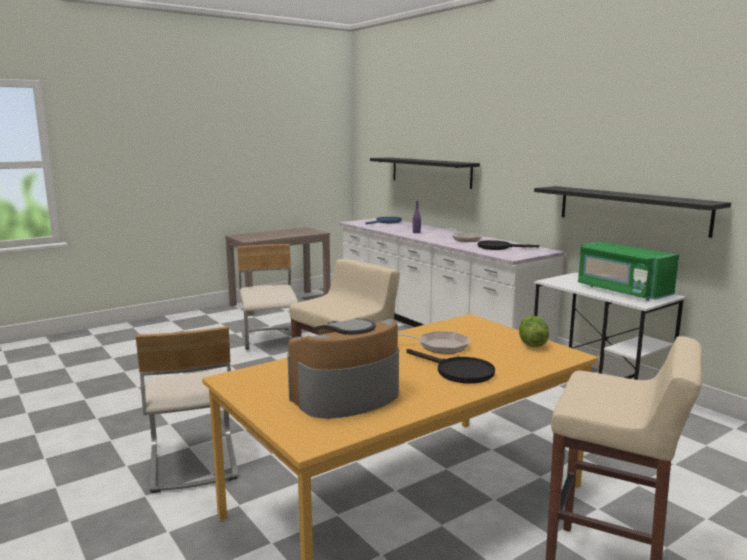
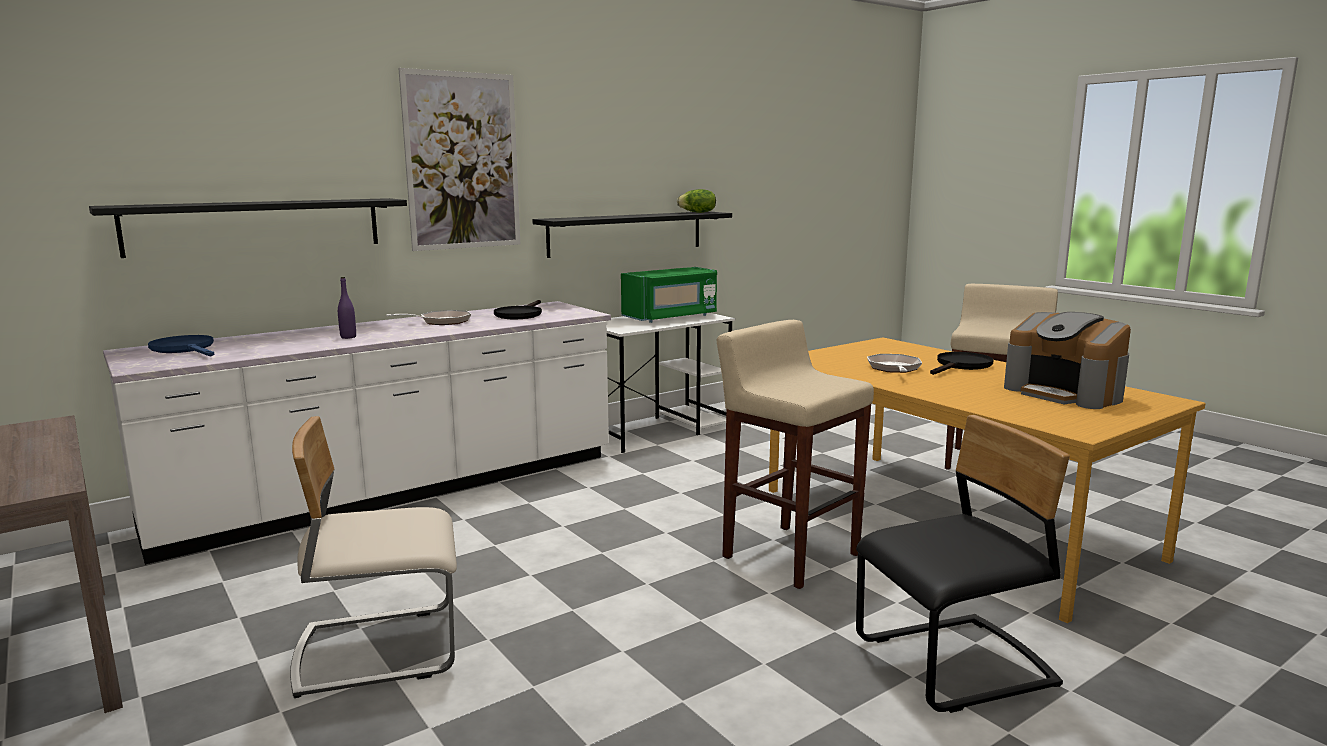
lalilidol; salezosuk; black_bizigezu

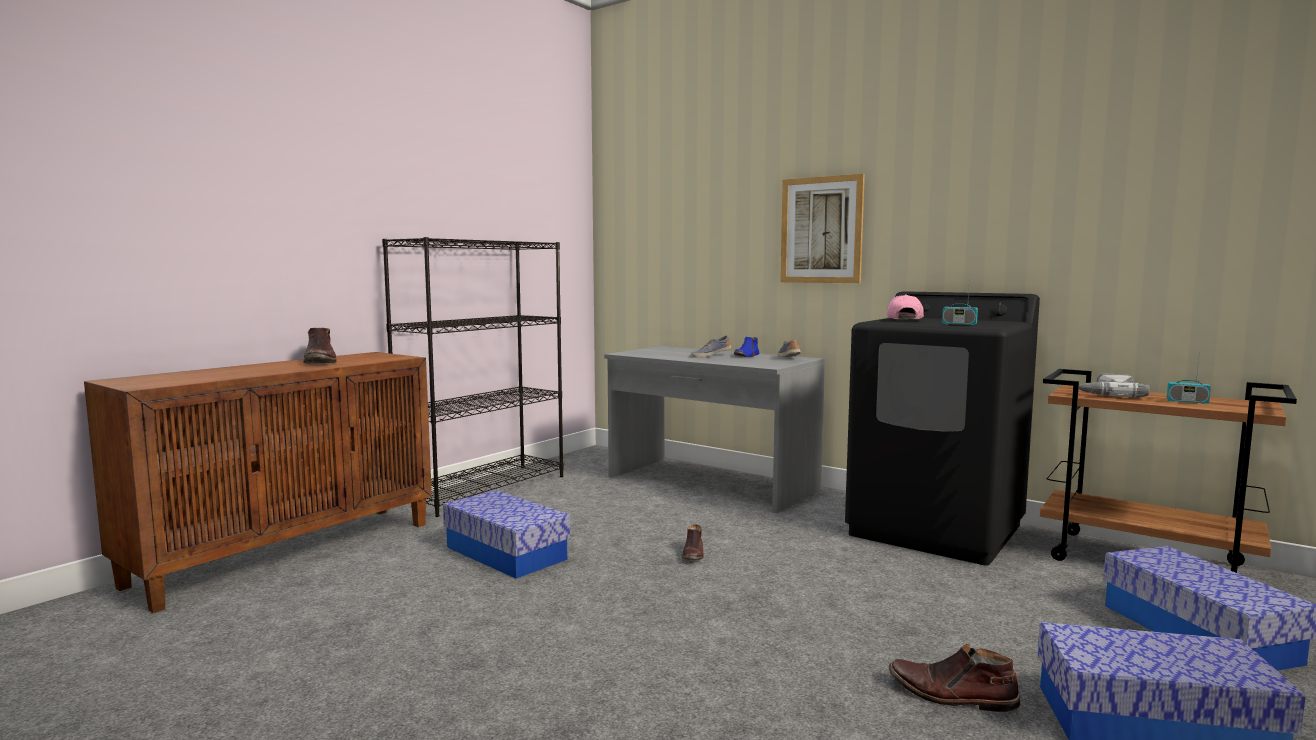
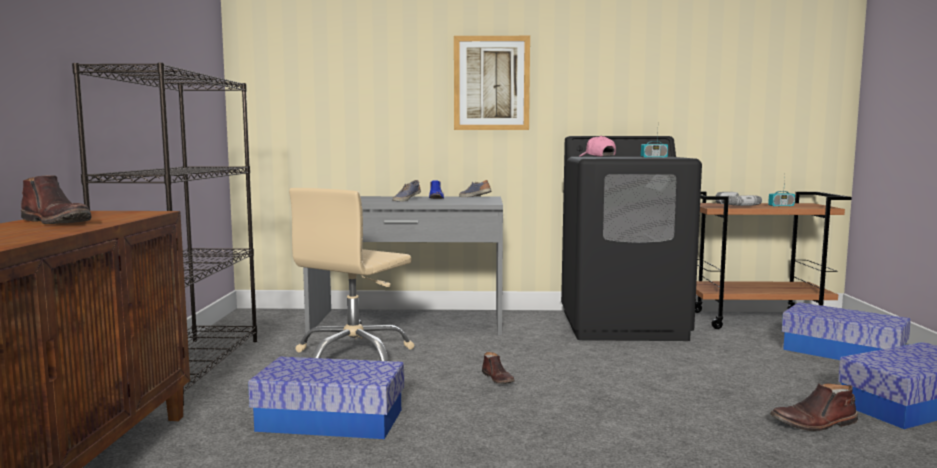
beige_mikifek

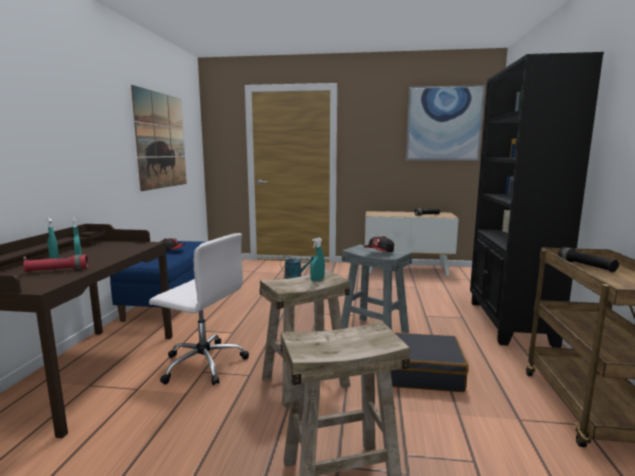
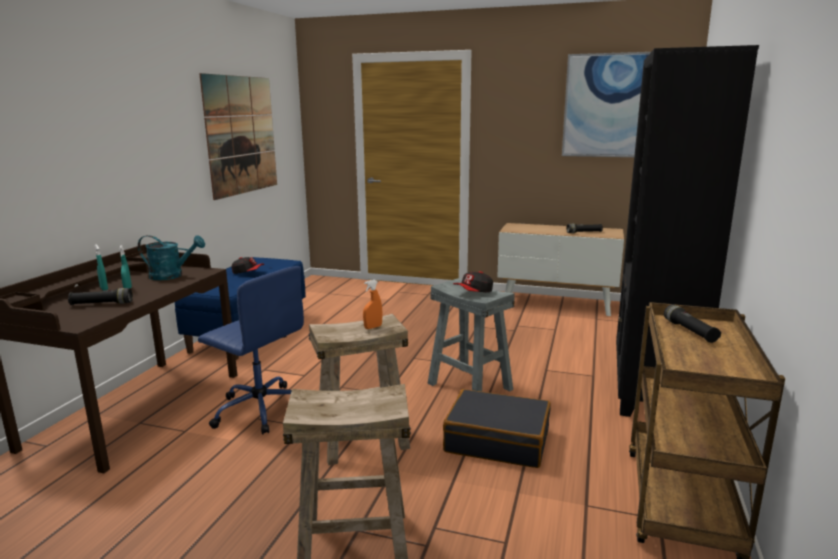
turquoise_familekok; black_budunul (no. 1 from left); blue_mikifek; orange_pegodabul

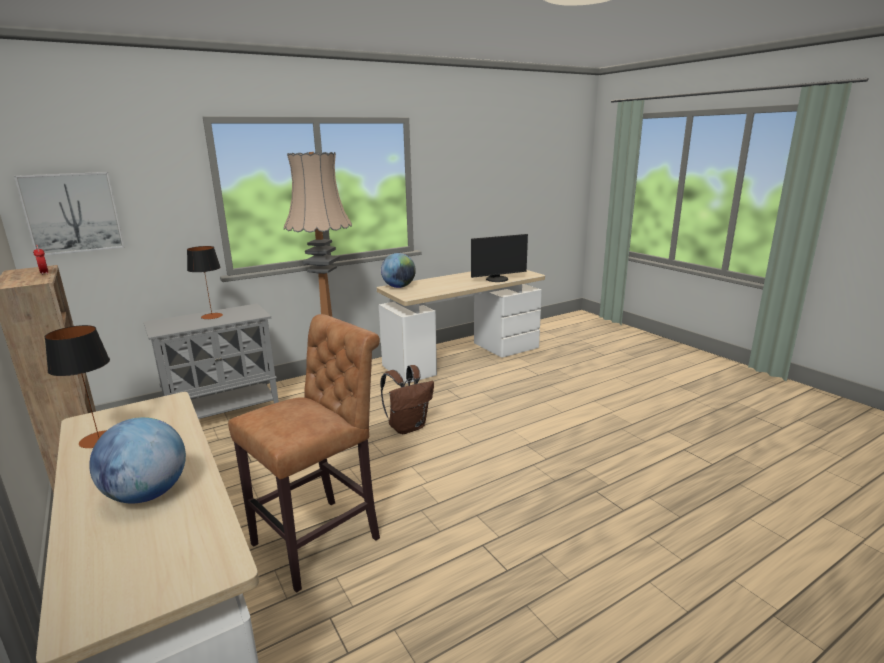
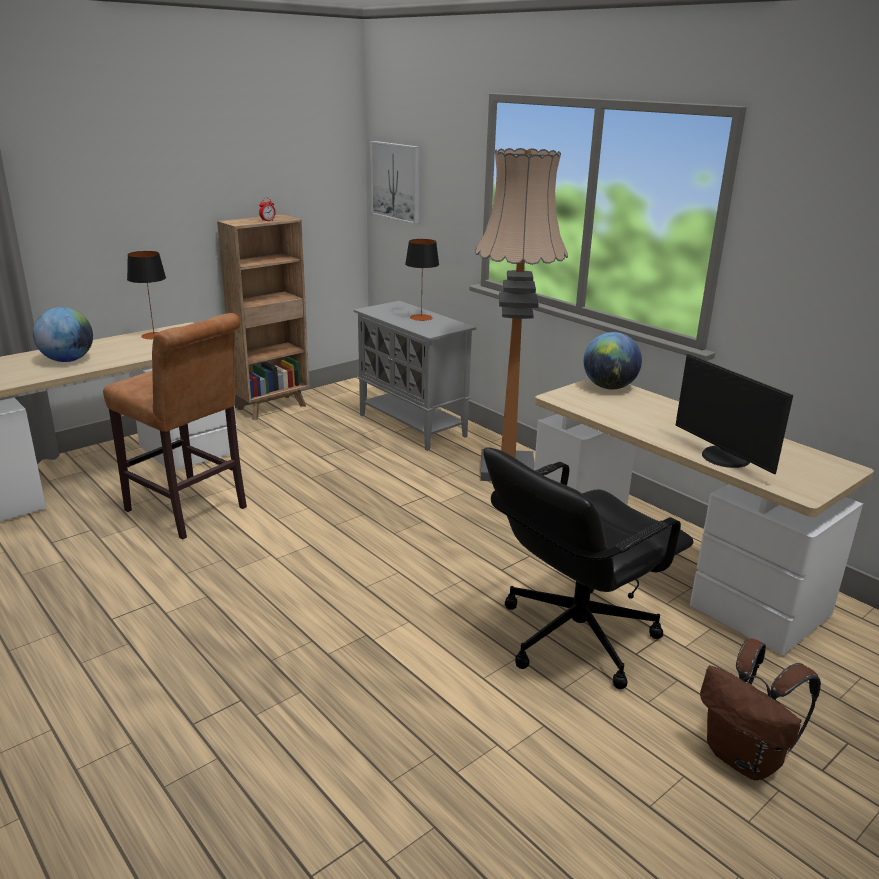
black_mikifek; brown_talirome

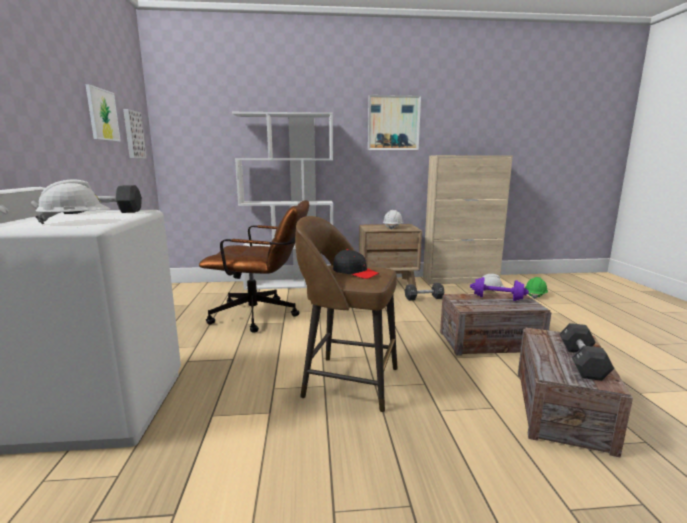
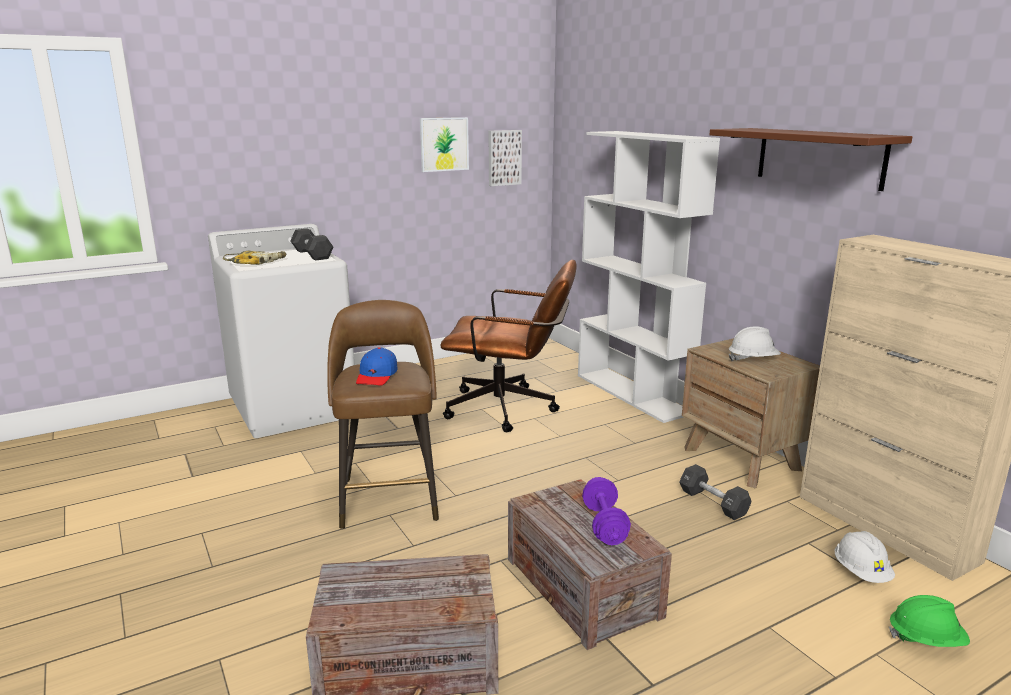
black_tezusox (no. 3 from left in the first image); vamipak; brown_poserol; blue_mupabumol; brown_mikifek

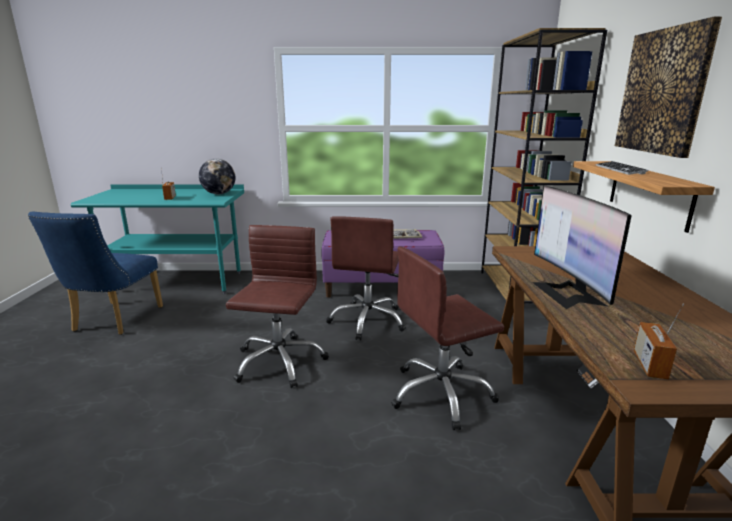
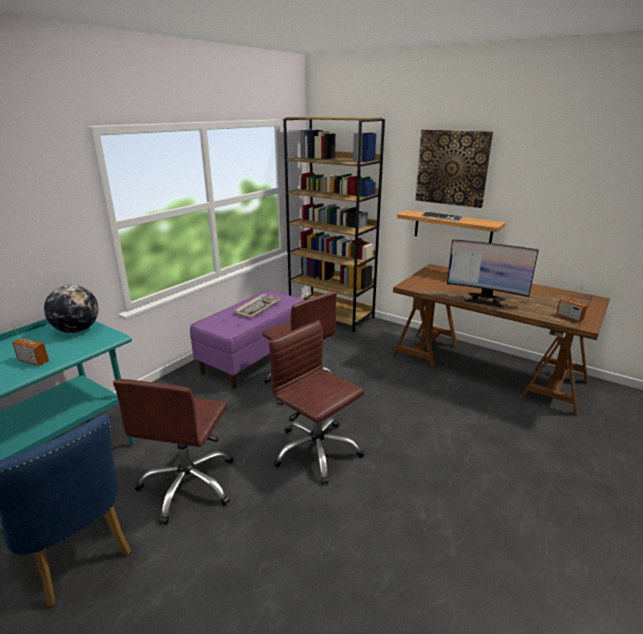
brown_mikifek (no. 1 from left)

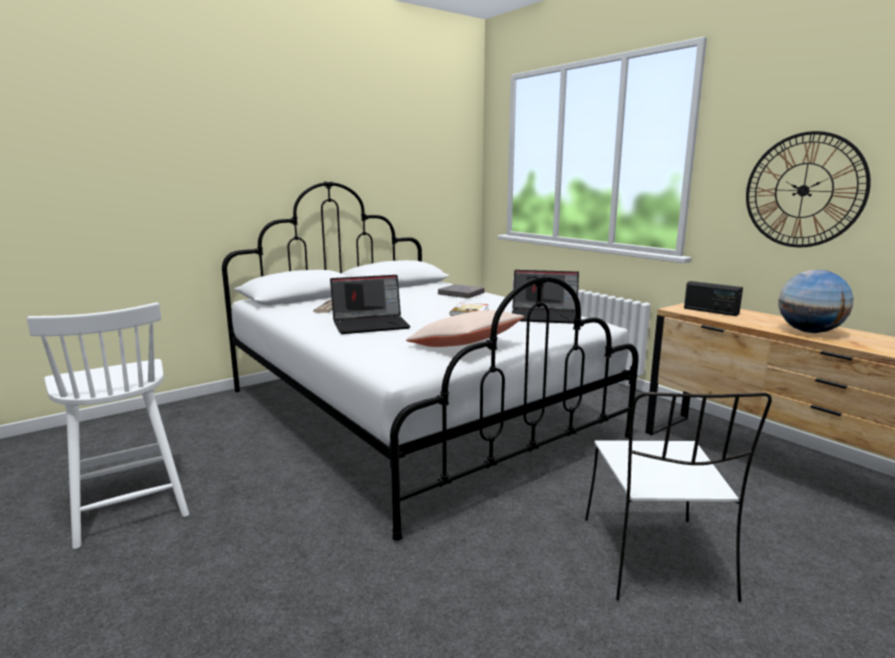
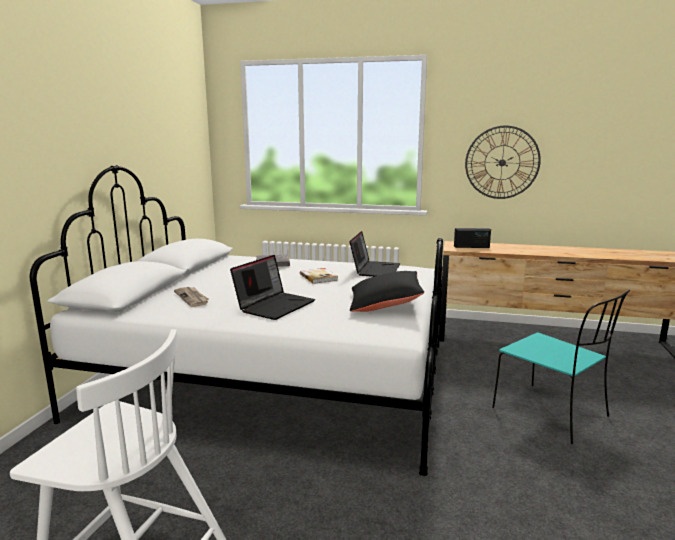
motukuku; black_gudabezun; turquoise_bizigezu; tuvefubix (no. 2 from left)

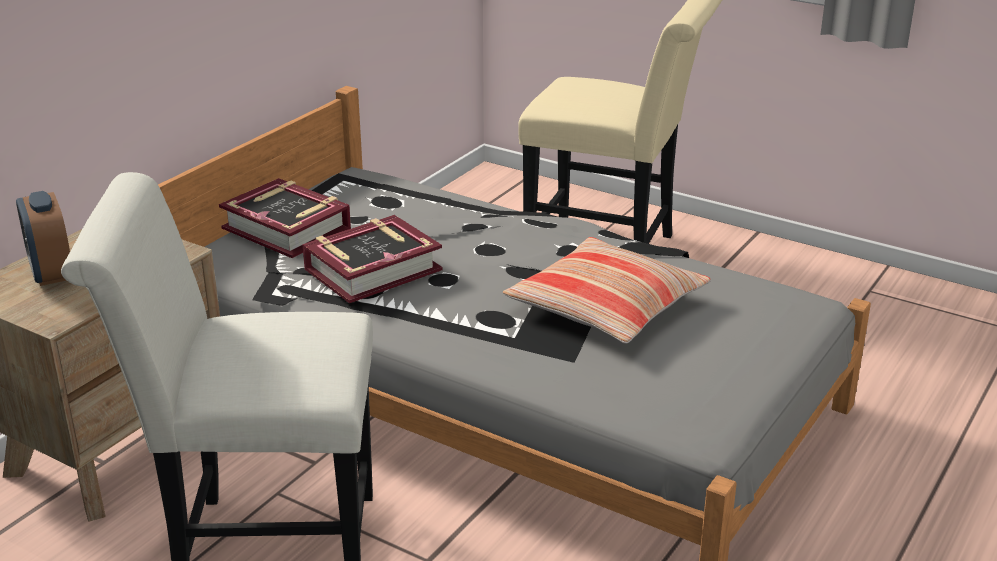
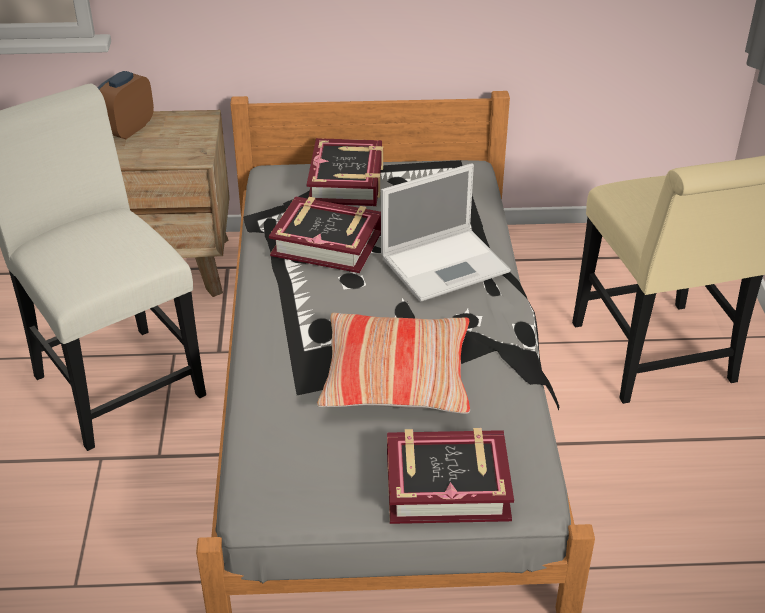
tuvefubix; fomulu (no. 3 from left)

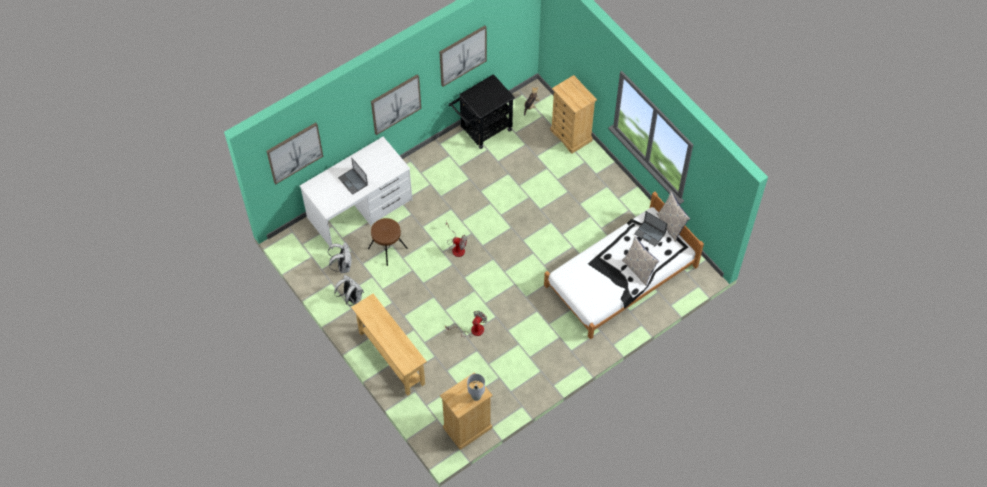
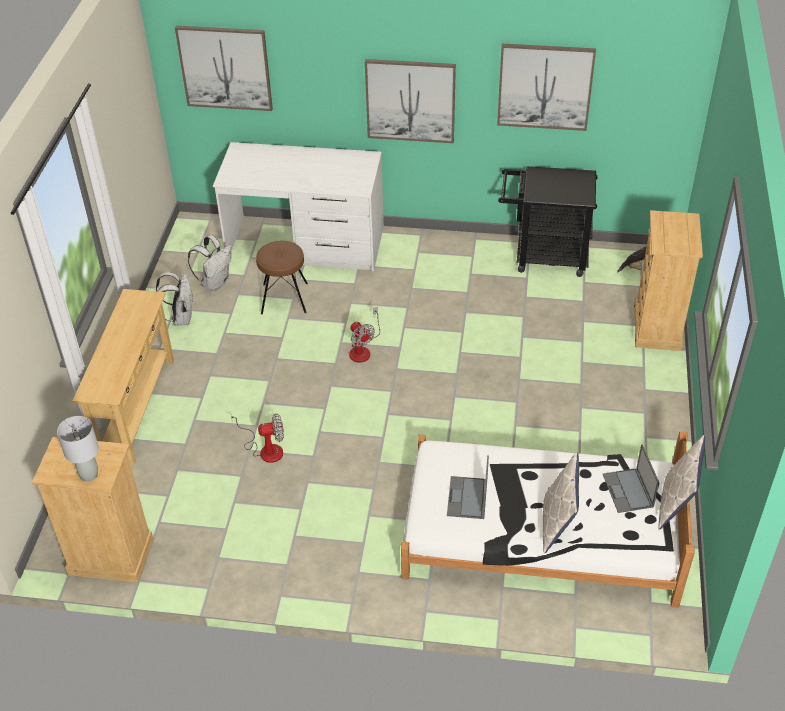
tuvefubix (no. 1 from left)

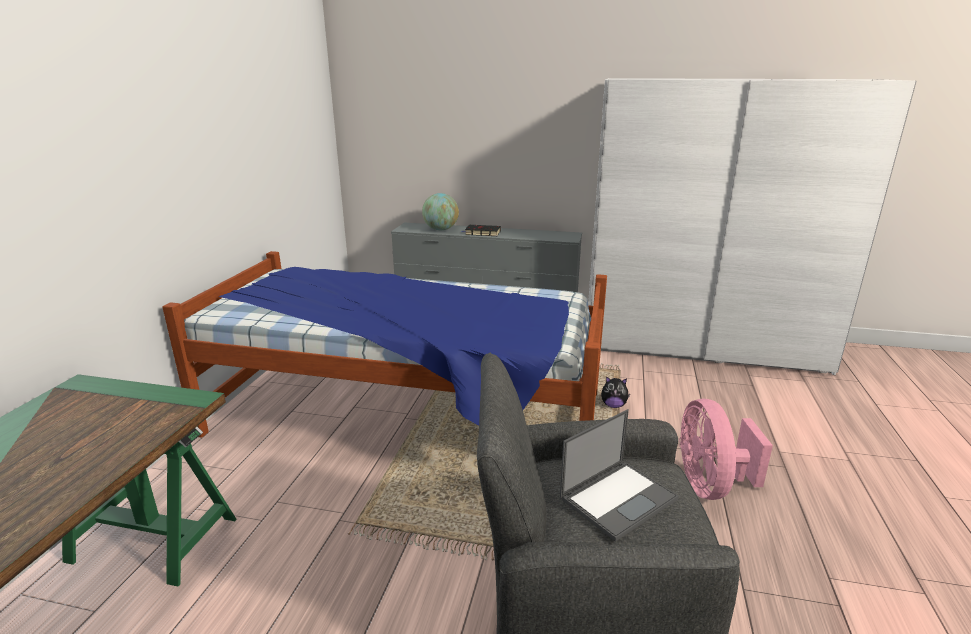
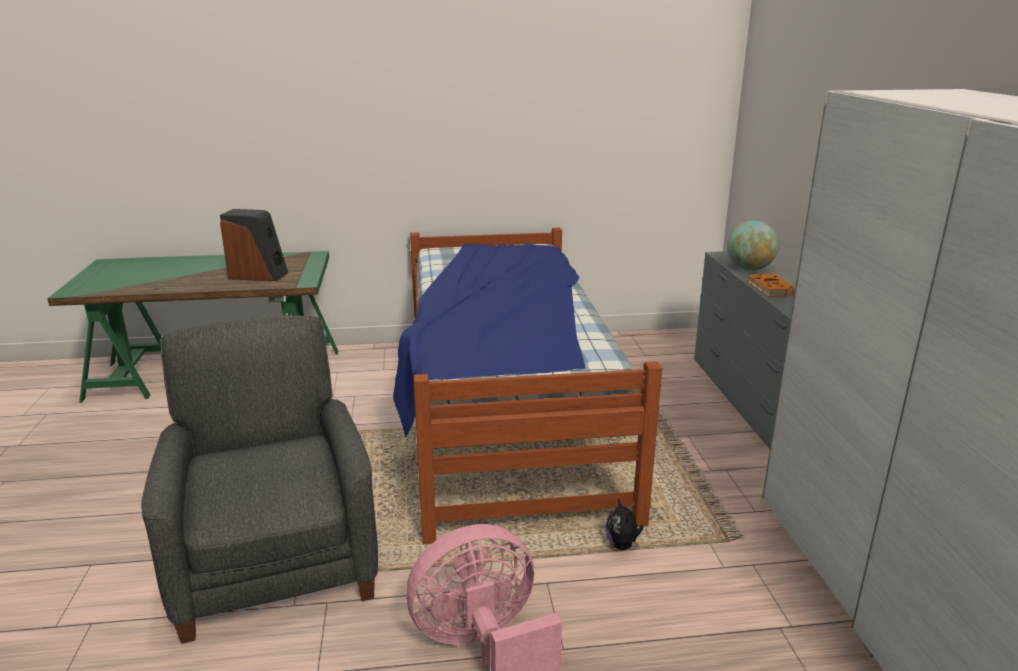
tuvefubix; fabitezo; orange_fomulu

